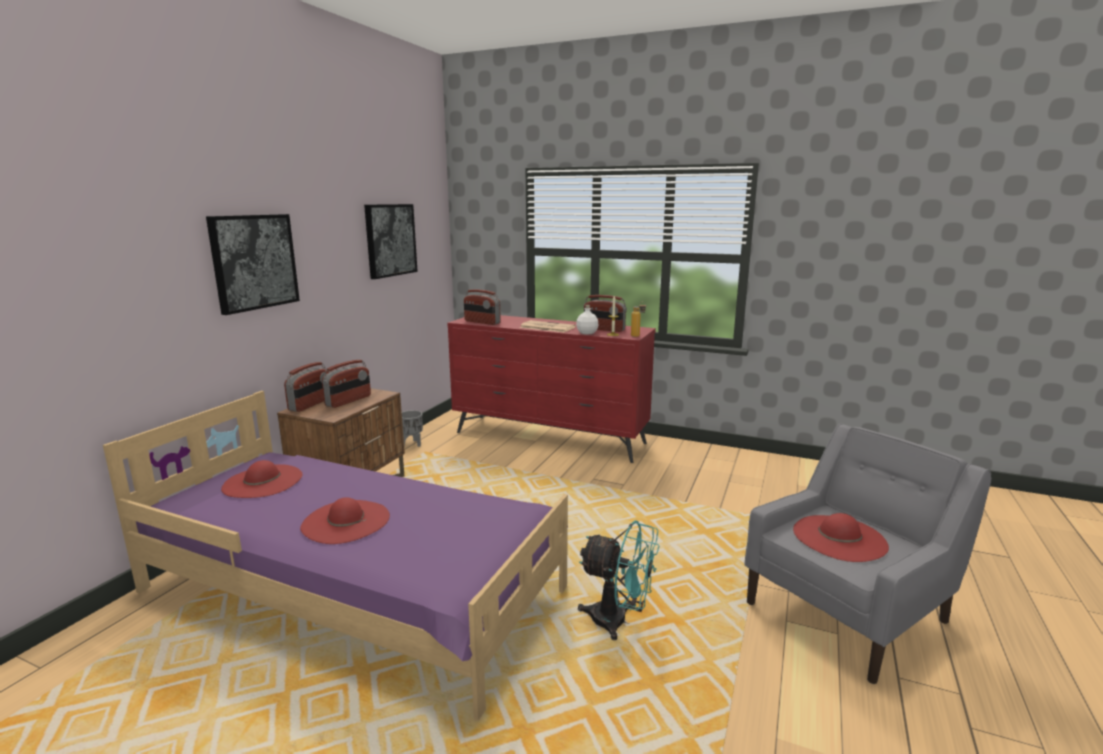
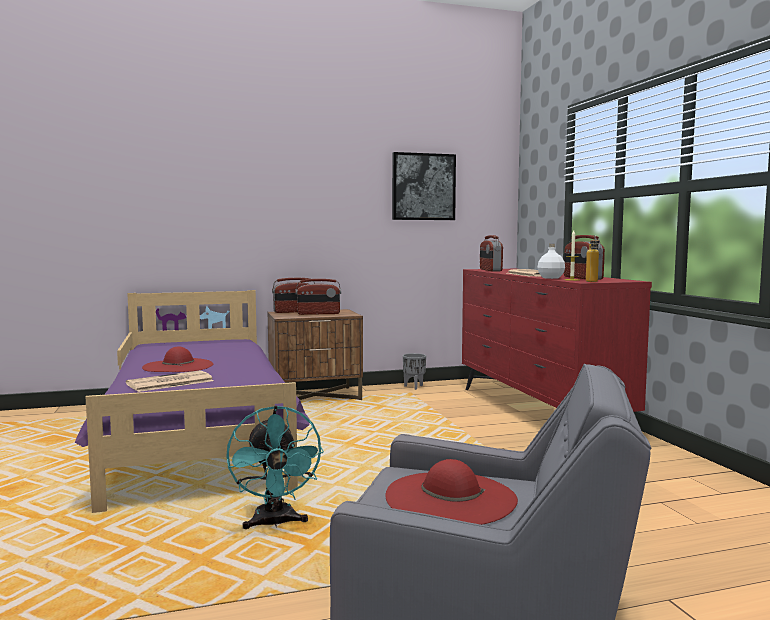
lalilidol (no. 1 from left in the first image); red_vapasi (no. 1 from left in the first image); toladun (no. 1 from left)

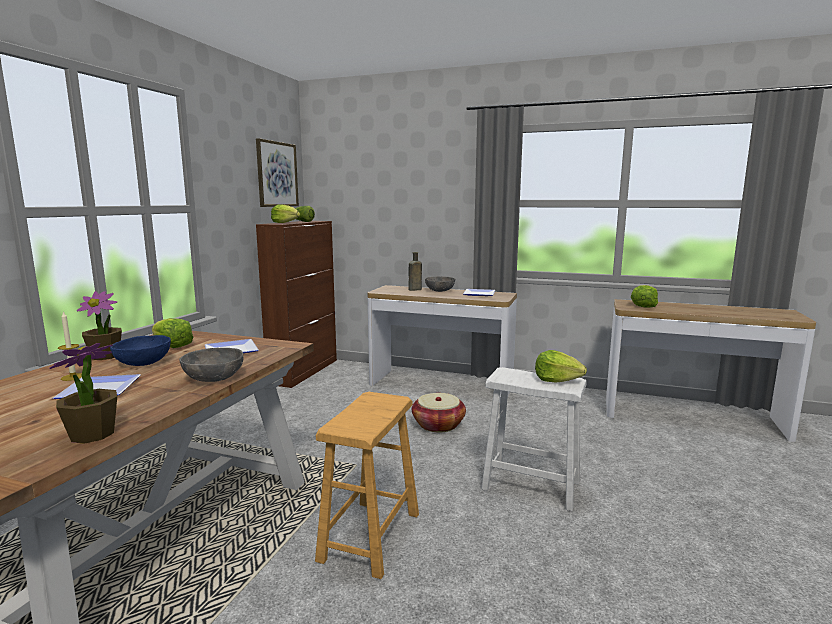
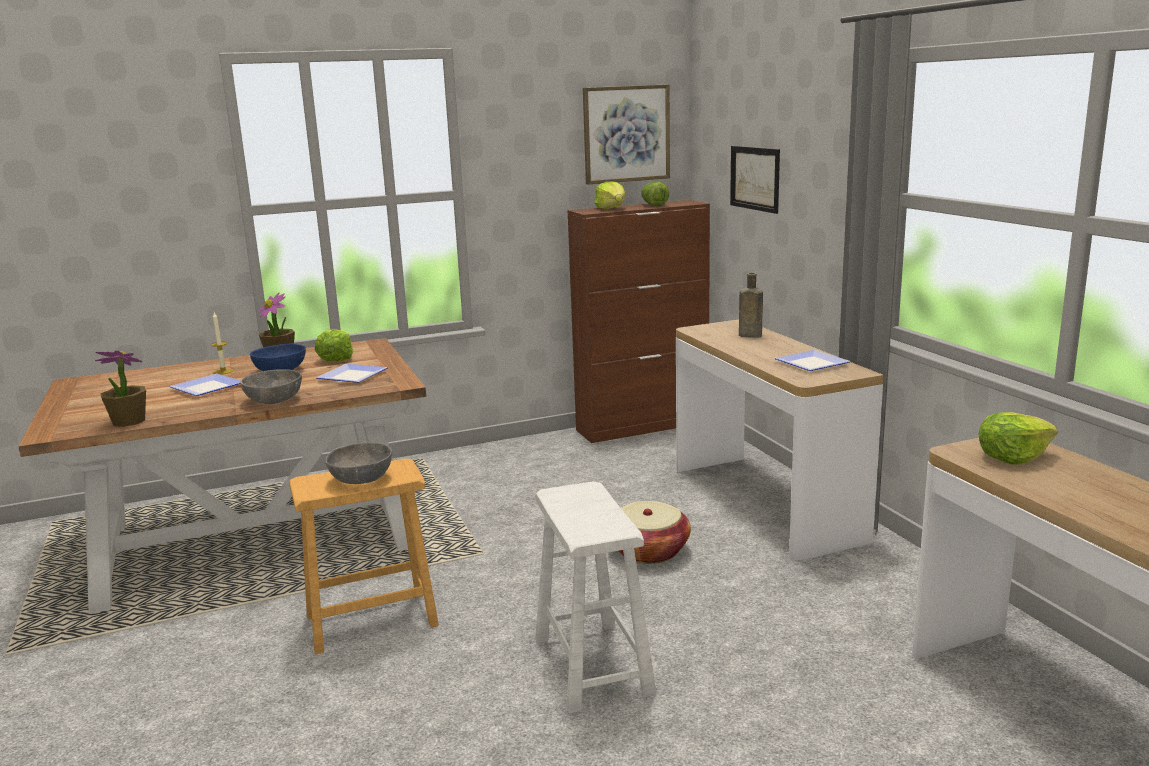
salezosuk (no. 4 from left in the first image); lalilidol (no. 2 from left); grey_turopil (no. 2 from left)

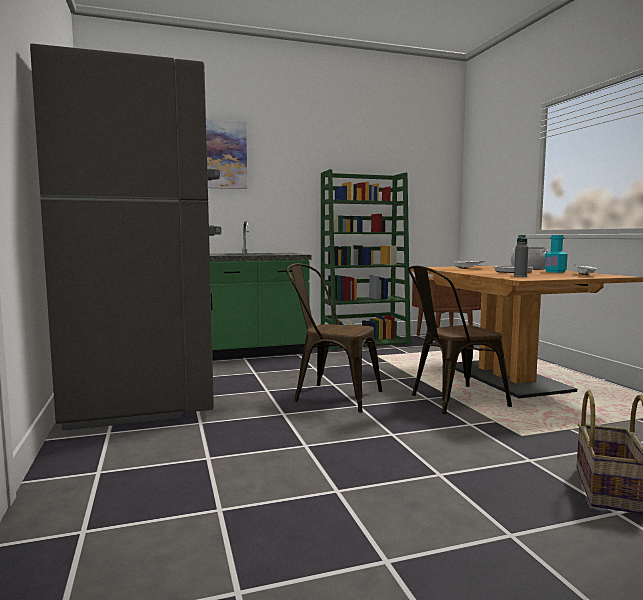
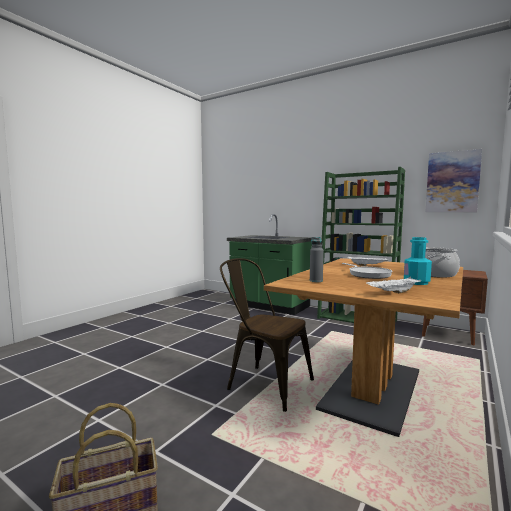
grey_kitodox; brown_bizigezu (no. 1 from left in the first image); lalilidol

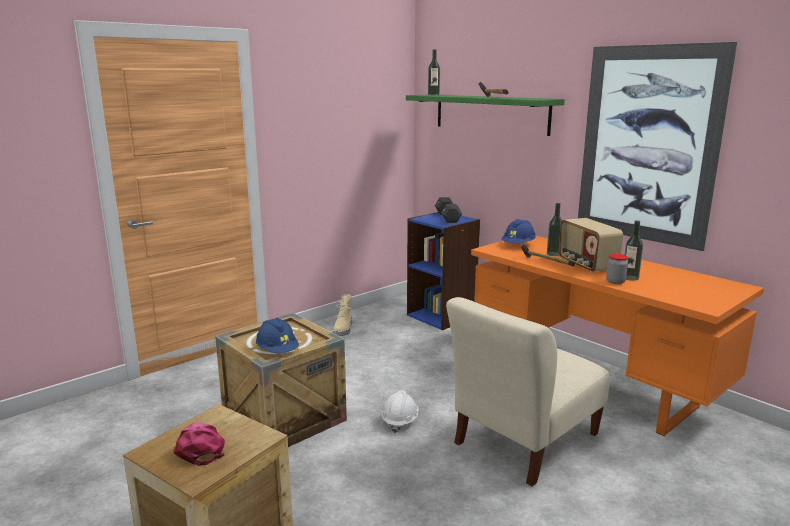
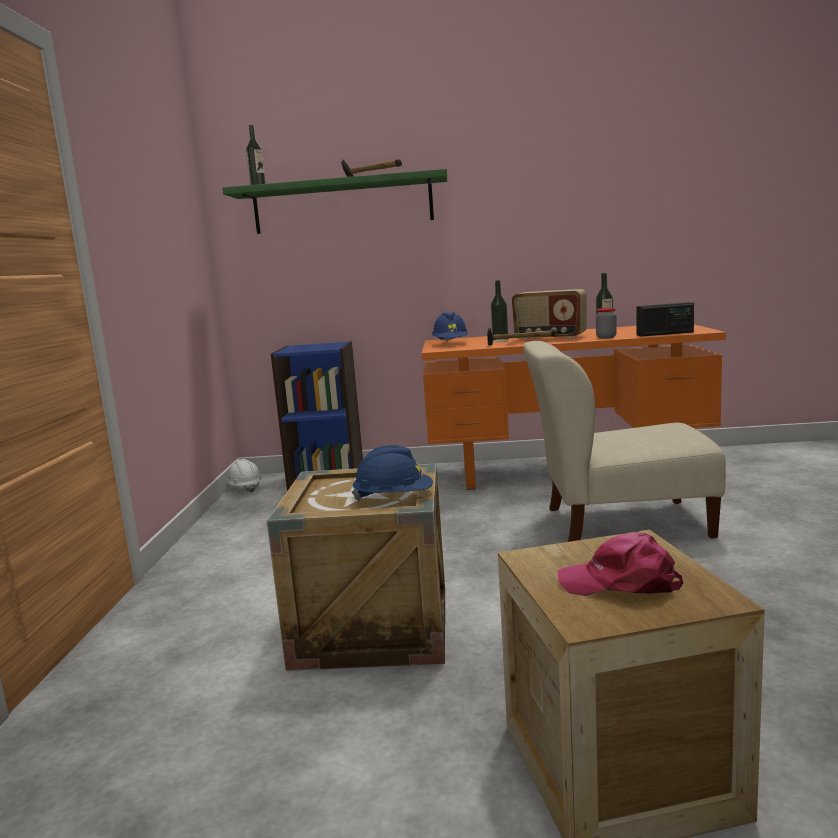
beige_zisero; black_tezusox; lalilidol; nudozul (no. 2 from left); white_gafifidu; beige_bizigezu

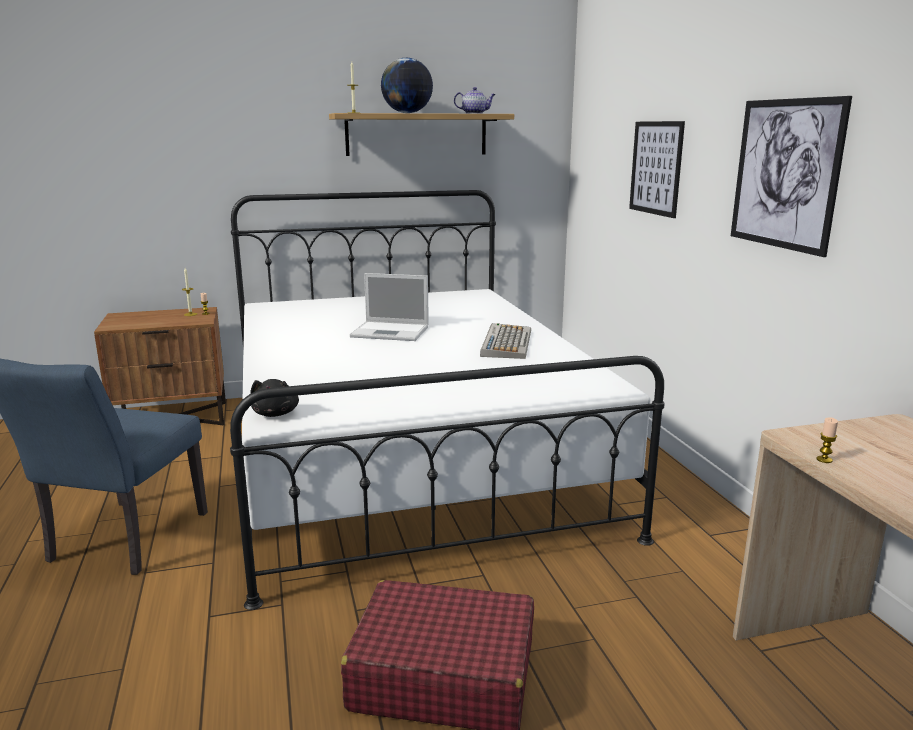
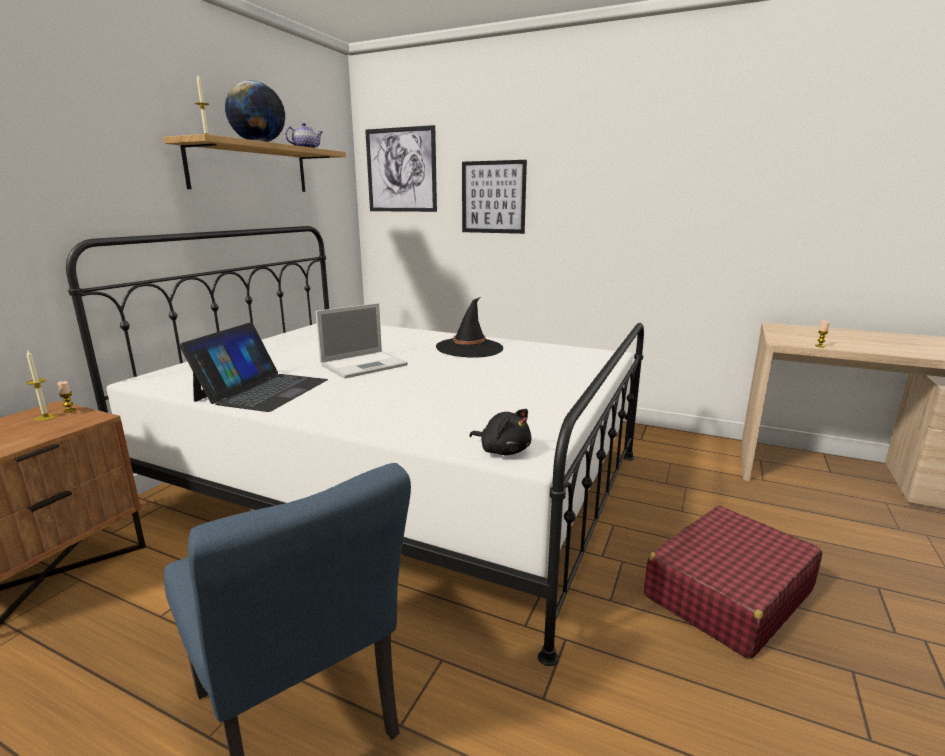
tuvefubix (no. 1 from left); lalilidol (no. 1 from left); black_vapasi

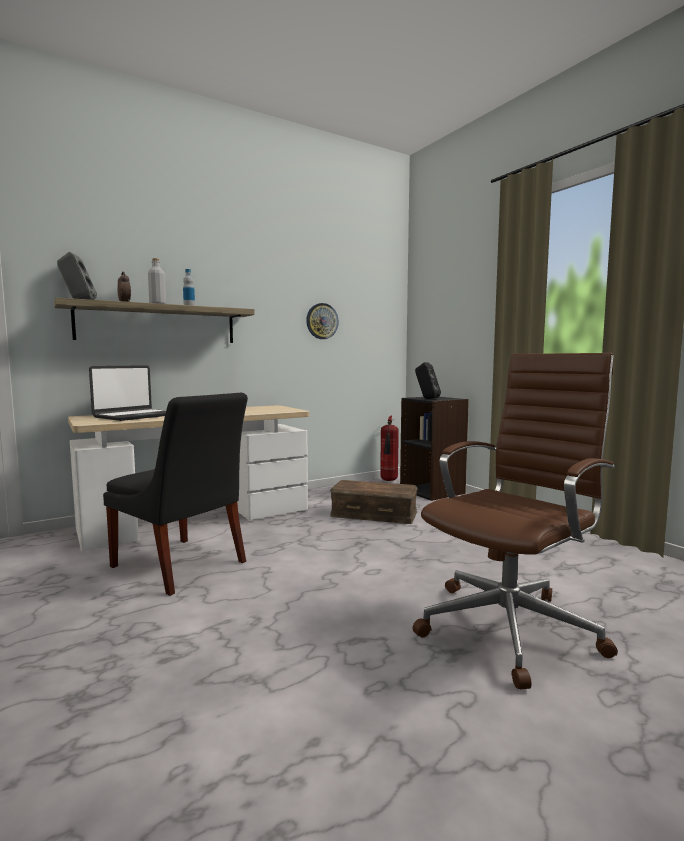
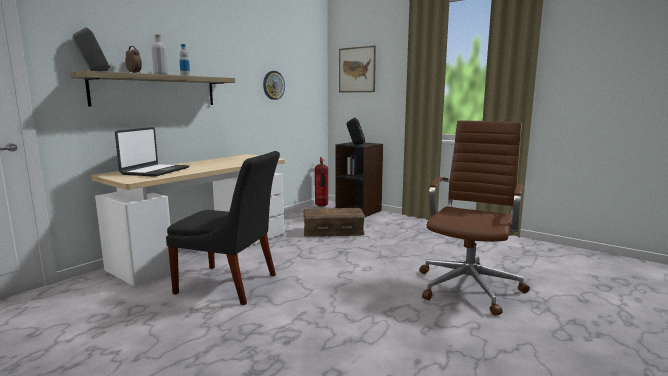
lalilidol

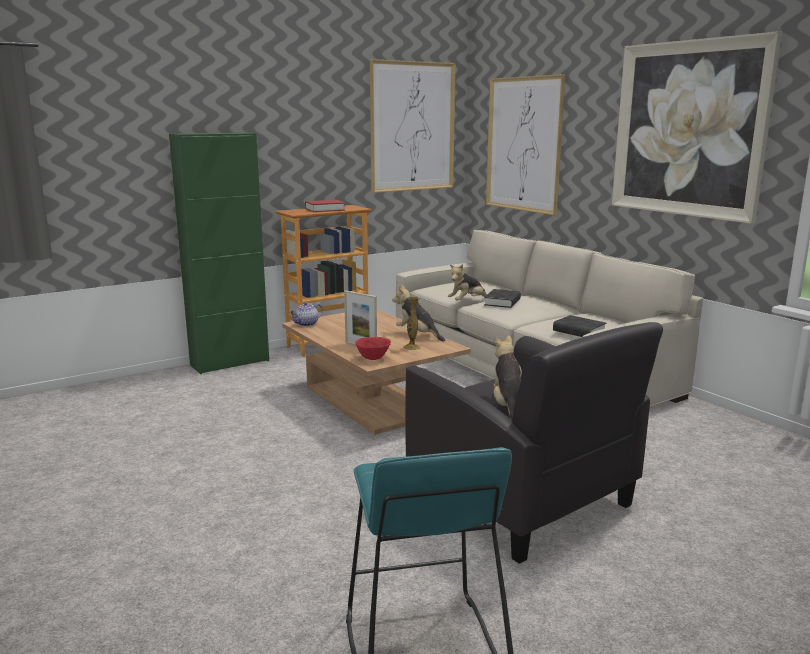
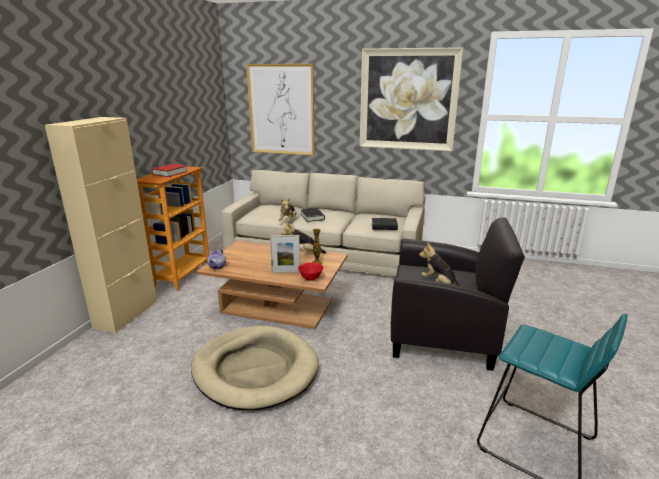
lalilidol (no. 1 from left in the first image); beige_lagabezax; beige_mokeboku

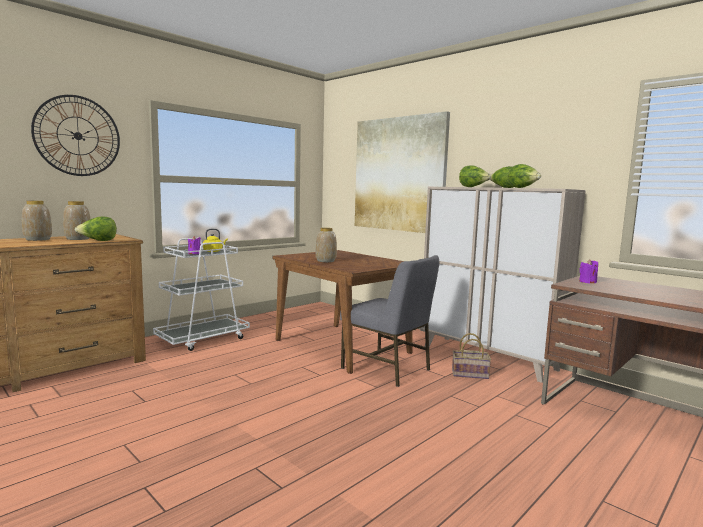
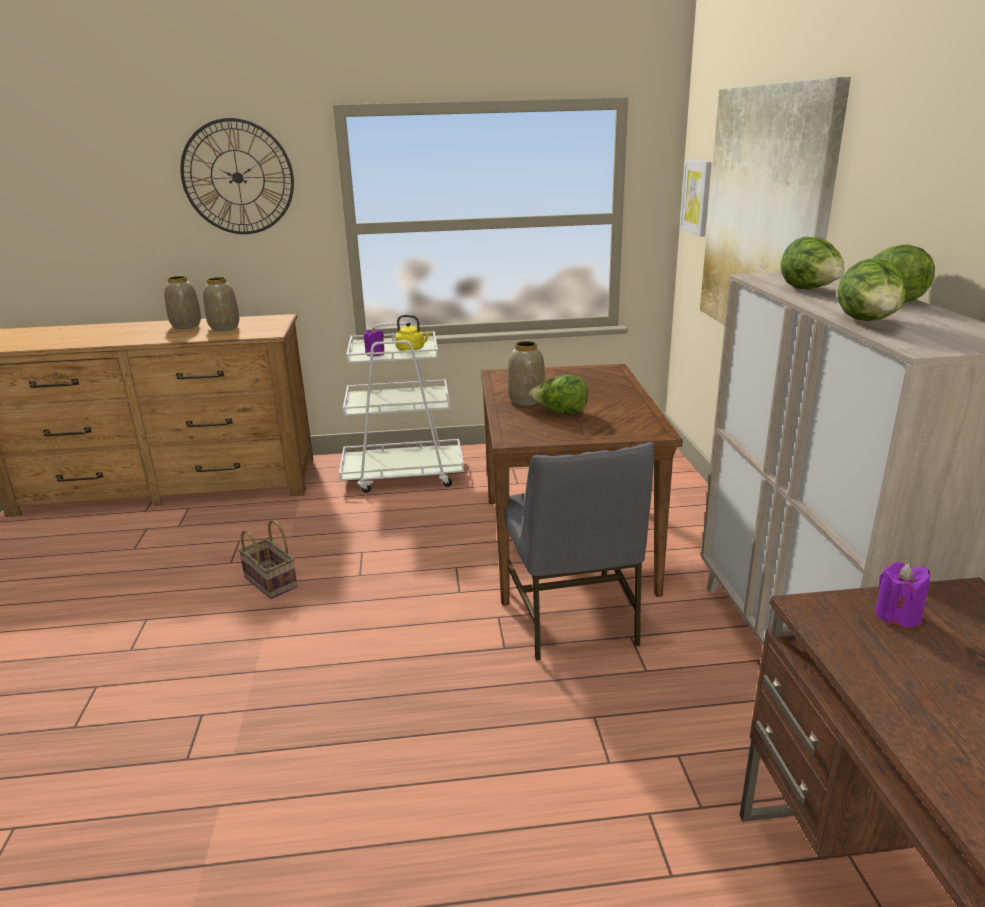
lalilidol (no. 1 from left); salezosuk (no. 1 from left); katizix

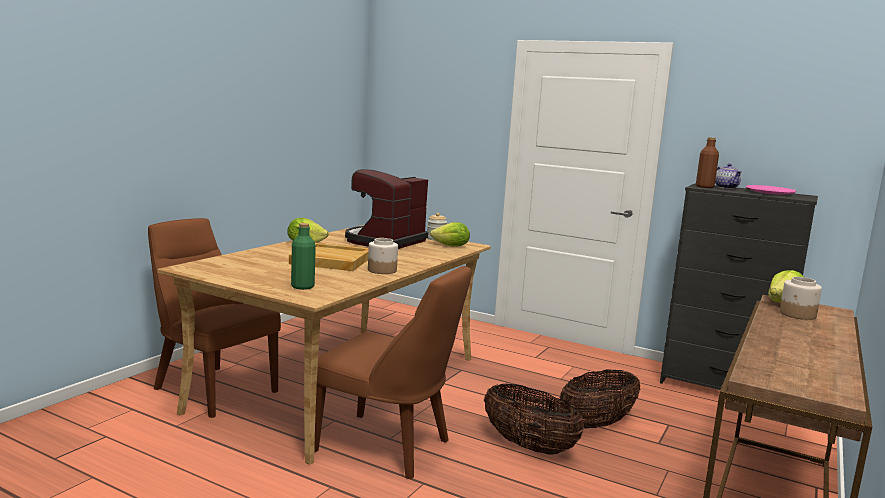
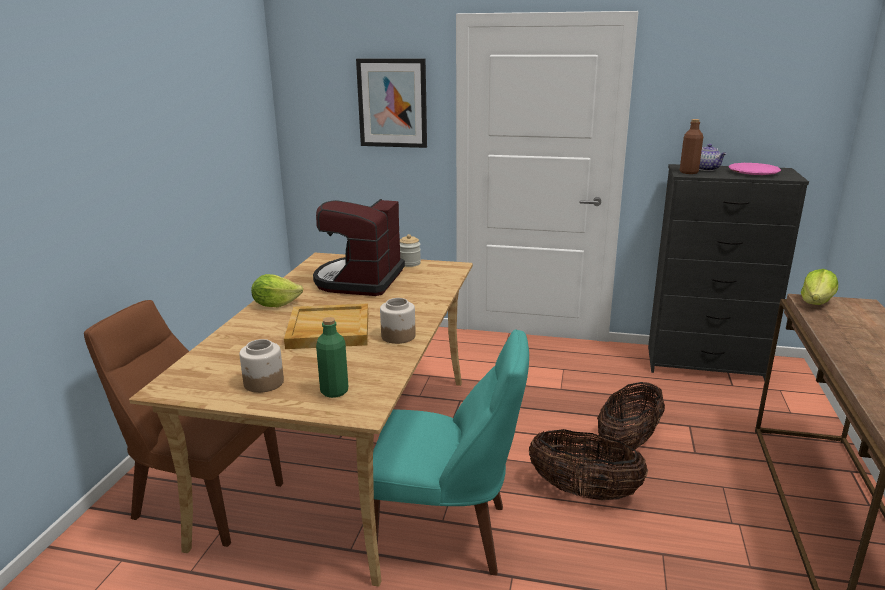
salezosuk (no. 2 from left in the first image); lalilidol; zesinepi (no. 1 from left); turquoise_bizigezu

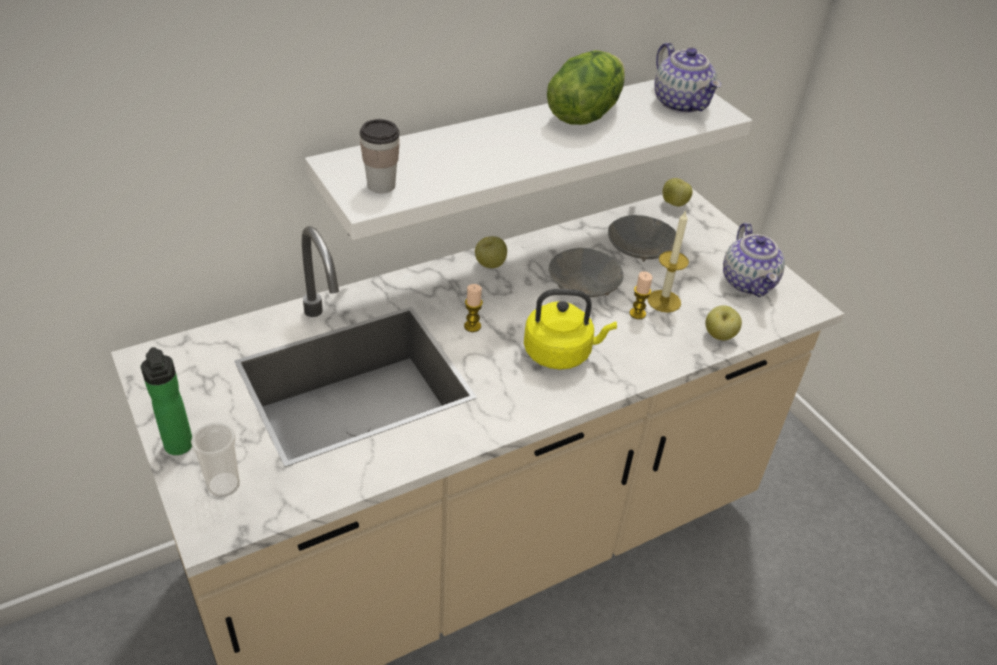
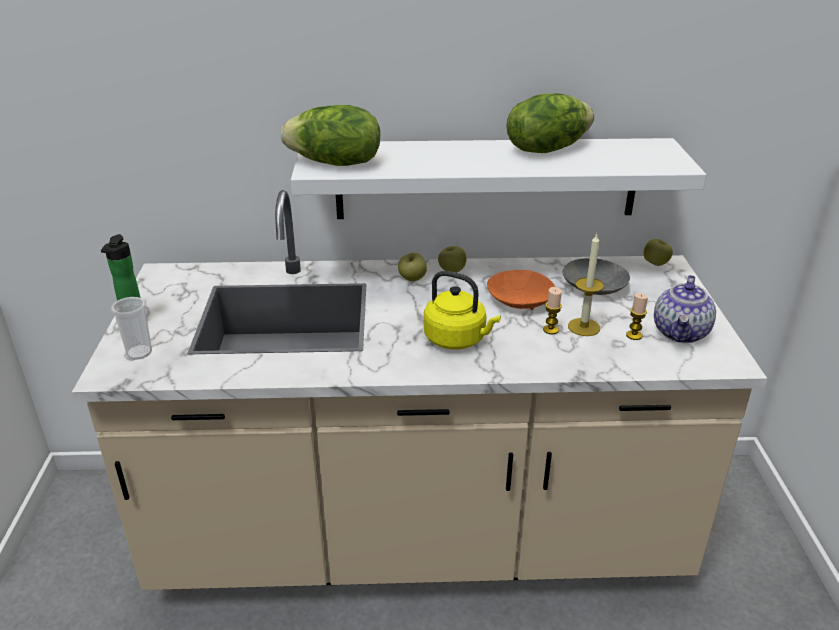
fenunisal (no. 1 from left in the first image); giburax (no. 3 from left); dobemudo (no. 1 from left); salezosuk (no. 1 from left); orange_turopil

